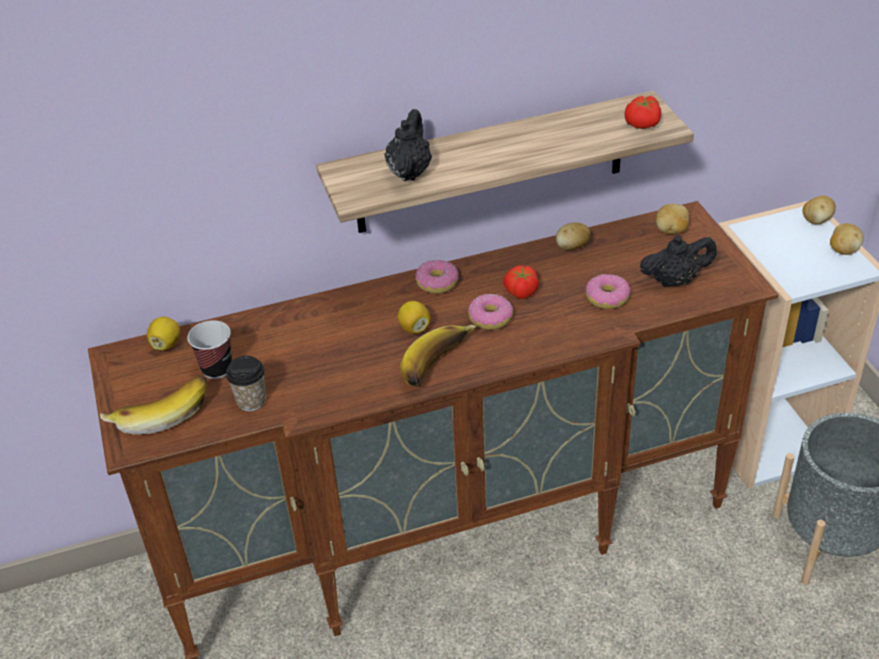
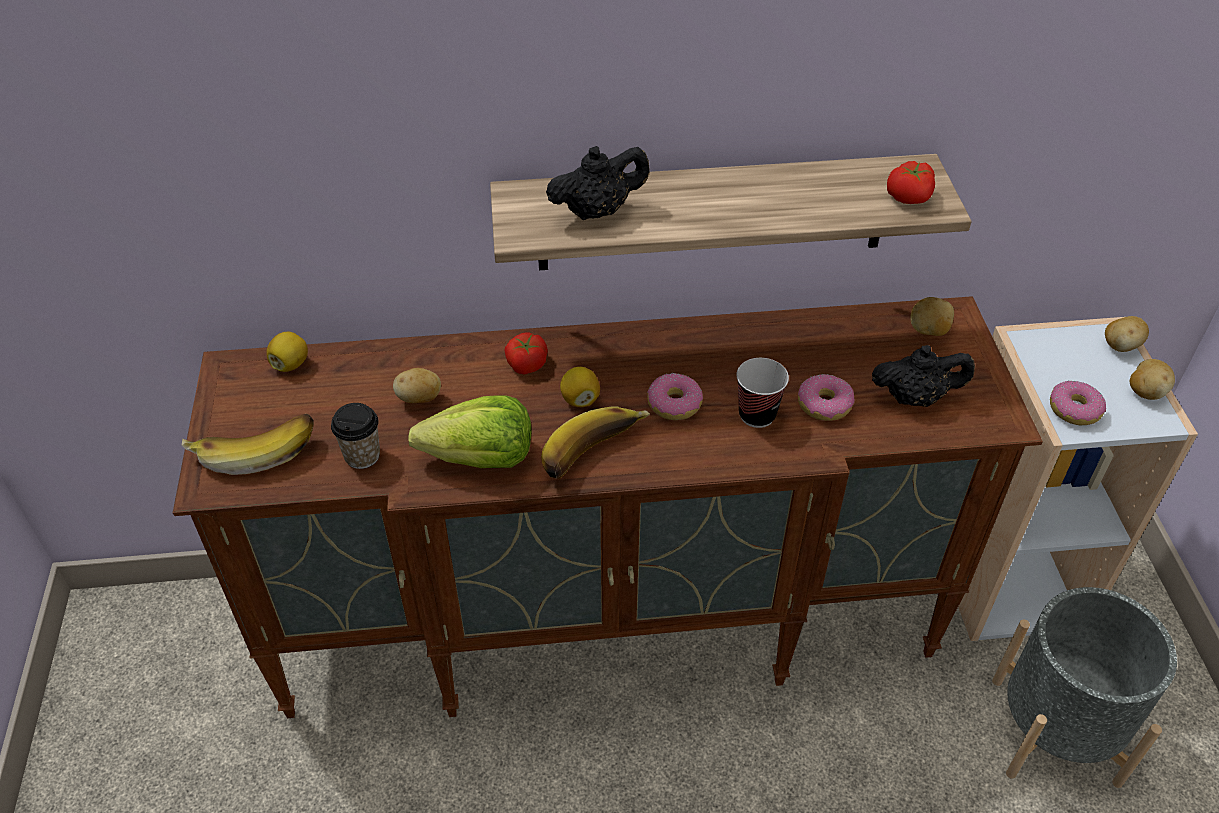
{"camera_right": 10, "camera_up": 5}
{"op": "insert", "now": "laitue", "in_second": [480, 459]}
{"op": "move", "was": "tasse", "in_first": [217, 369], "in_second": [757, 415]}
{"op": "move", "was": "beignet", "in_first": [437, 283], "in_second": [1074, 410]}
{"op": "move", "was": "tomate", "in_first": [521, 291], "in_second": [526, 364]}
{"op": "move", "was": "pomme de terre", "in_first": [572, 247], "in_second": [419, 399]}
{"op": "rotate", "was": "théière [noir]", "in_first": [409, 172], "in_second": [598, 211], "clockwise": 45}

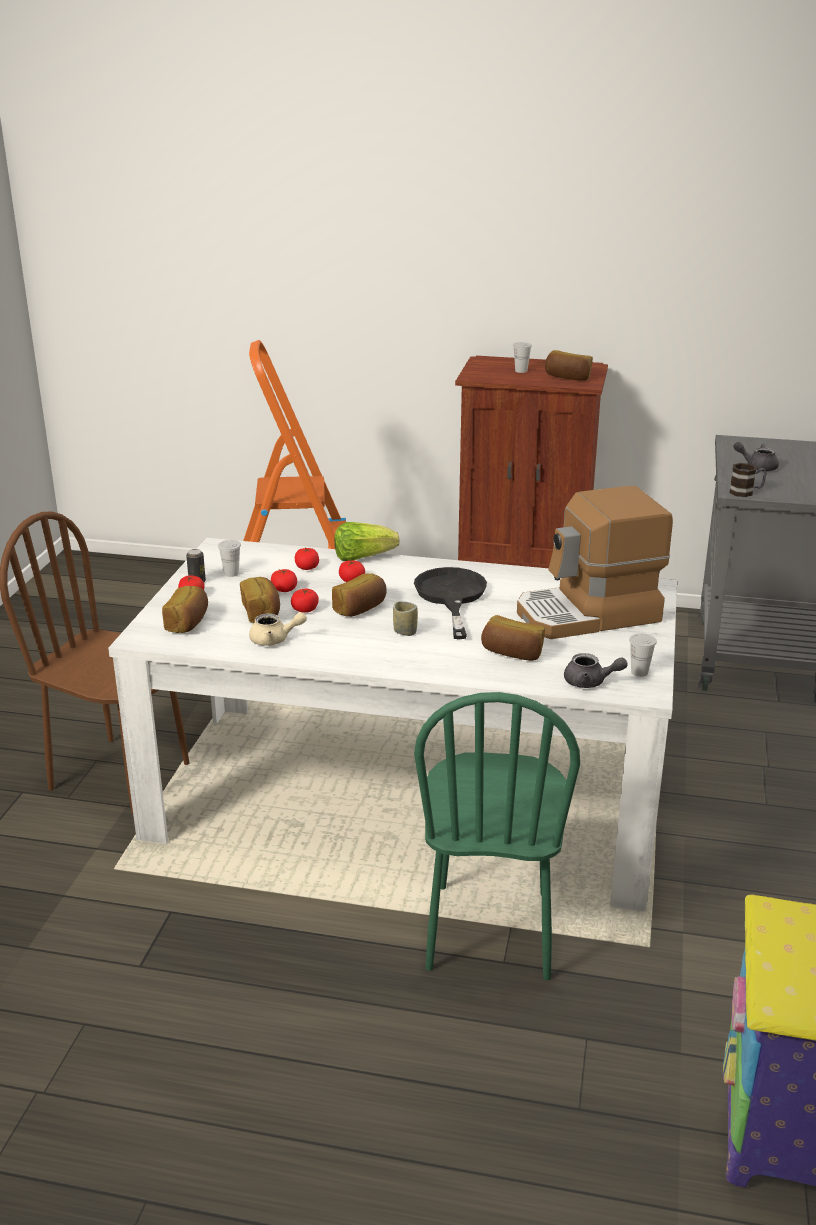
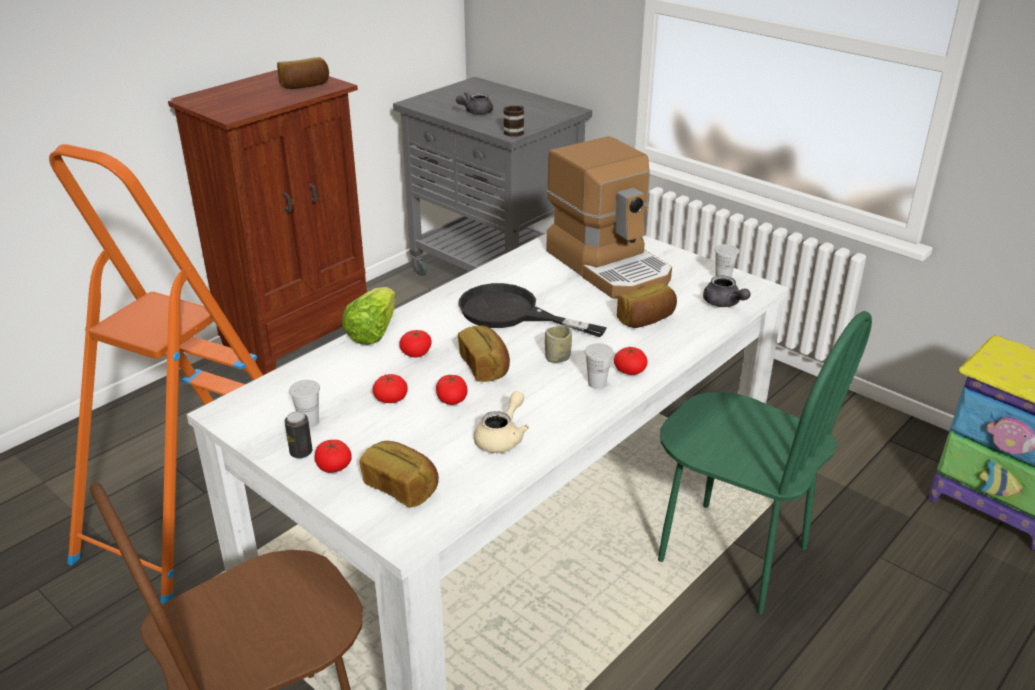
{"camera_right": -60, "camera_up": 5}
{"op": "delete", "was": "pain", "in_first": [261, 613]}
{"op": "move", "was": "tomate", "in_first": [307, 567], "in_second": [630, 370]}
{"op": "move", "was": "tasse [blanc]", "in_first": [521, 371], "in_second": [597, 383]}
{"op": "rotate", "was": "machine à café", "in_first": [589, 615], "in_second": [610, 266], "clockwise": -45}
{"op": "rotate", "was": "théière [gris]", "in_first": [590, 682], "in_second": [723, 304], "clockwise": 105}

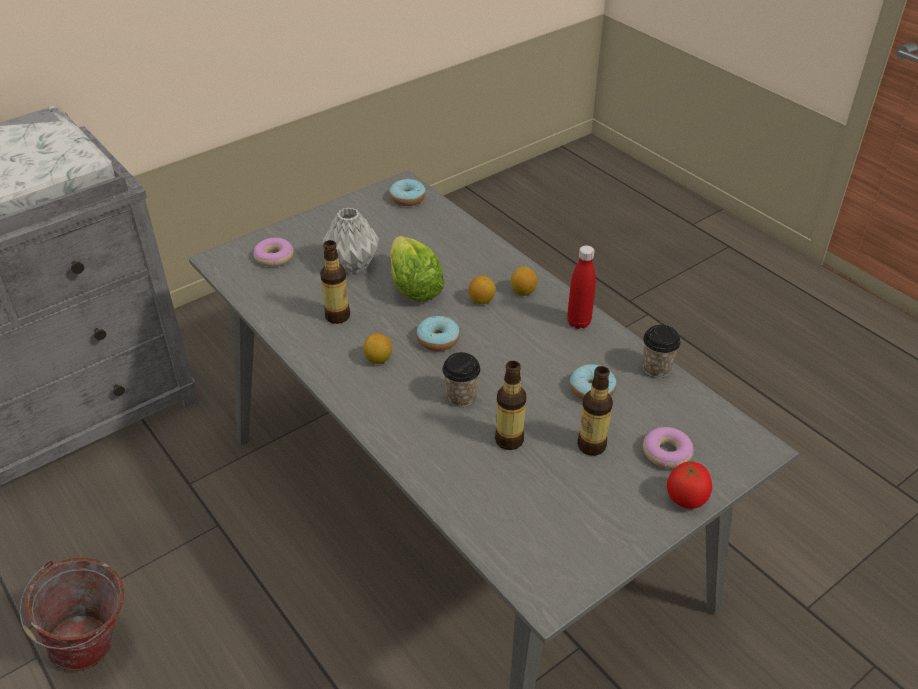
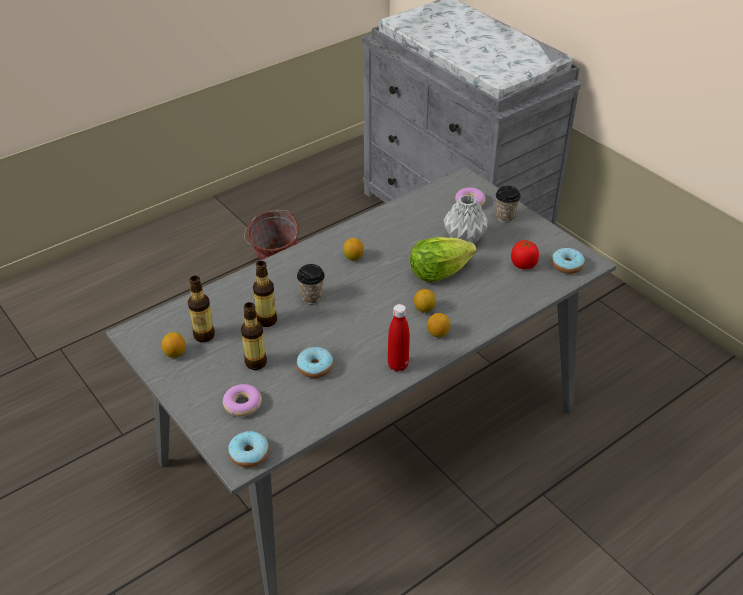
{"camera_right": 90, "camera_up": 0}
{"op": "insert", "now": "citron", "in_second": [175, 353]}
{"op": "move", "was": "bouteille", "in_first": [337, 316], "in_second": [204, 335]}
{"op": "move", "was": "beignet", "in_first": [438, 340], "in_second": [249, 454]}
{"op": "move", "was": "tasse", "in_first": [656, 368], "in_second": [505, 217]}
{"op": "move", "was": "tomate", "in_first": [686, 498], "in_second": [523, 265]}

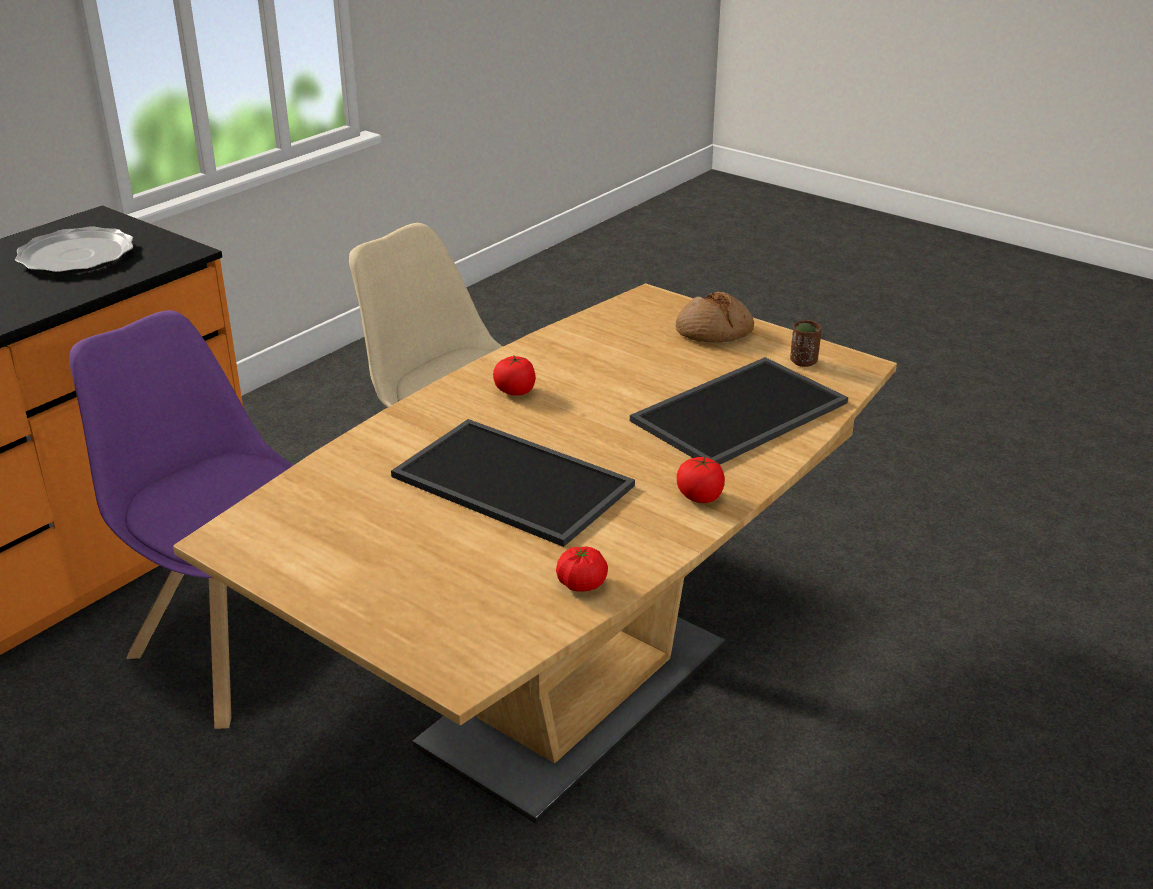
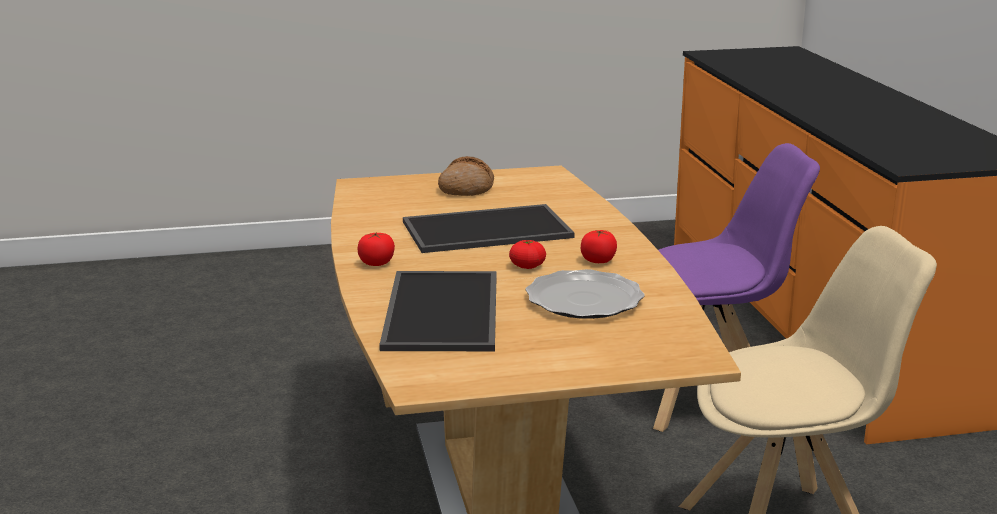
{"camera_right": 130, "camera_up": -10}
{"op": "delete", "was": "tasse [marron]", "in_first": [803, 362]}
{"op": "move", "was": "assiette", "in_first": [76, 256], "in_second": [584, 299]}
{"op": "move", "was": "tomate", "in_first": [581, 584], "in_second": [527, 266]}
{"op": "move", "was": "pain", "in_first": [714, 332], "in_second": [466, 188]}

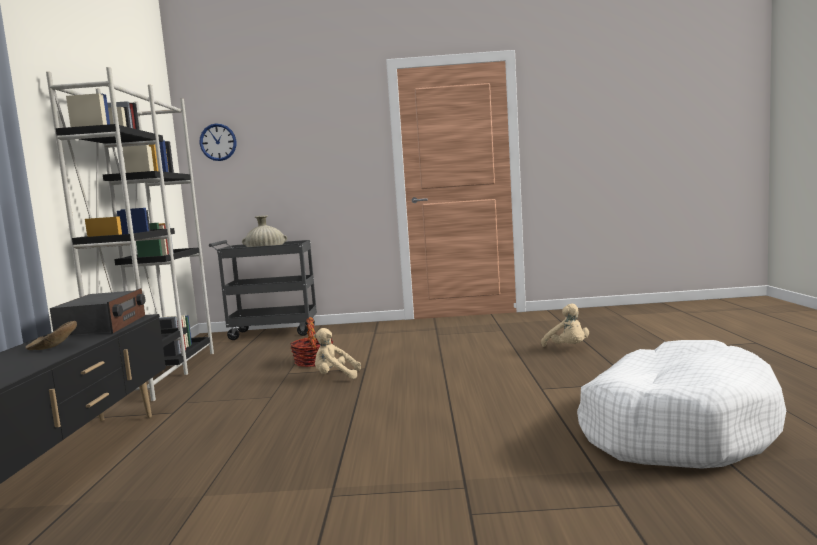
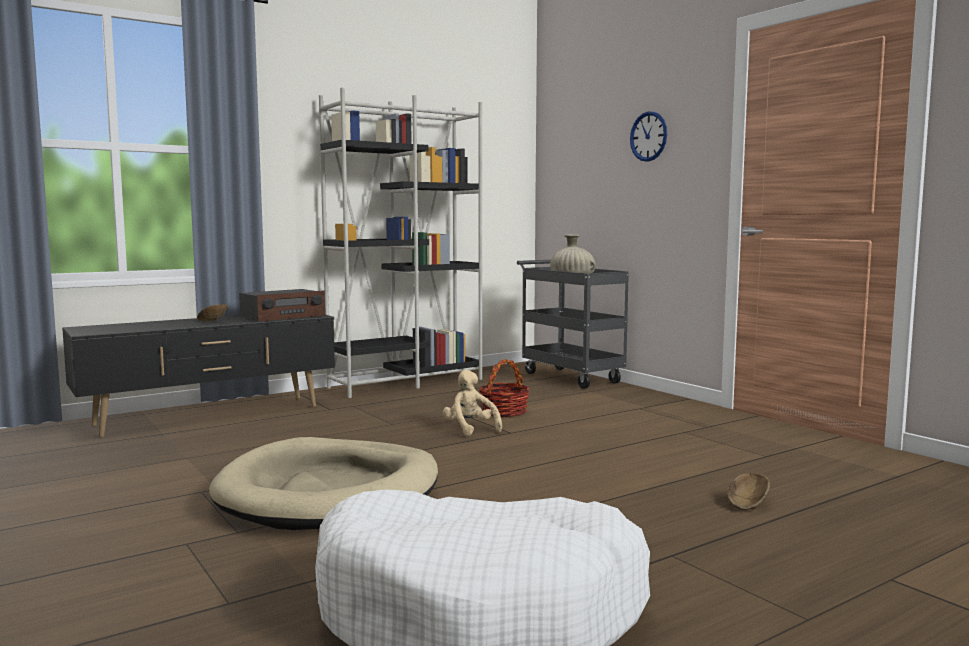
{"camera_right": 55, "camera_up": 0}
{"op": "insert", "now": "panier pour chien [beige]", "in_second": [330, 492]}
{"op": "move", "was": "horloge murale", "in_first": [218, 142], "in_second": [648, 136]}
{"op": "replace", "was": "peluche [beige]", "now": "bol [marron]", "in_first": [568, 348], "in_second": [746, 504]}

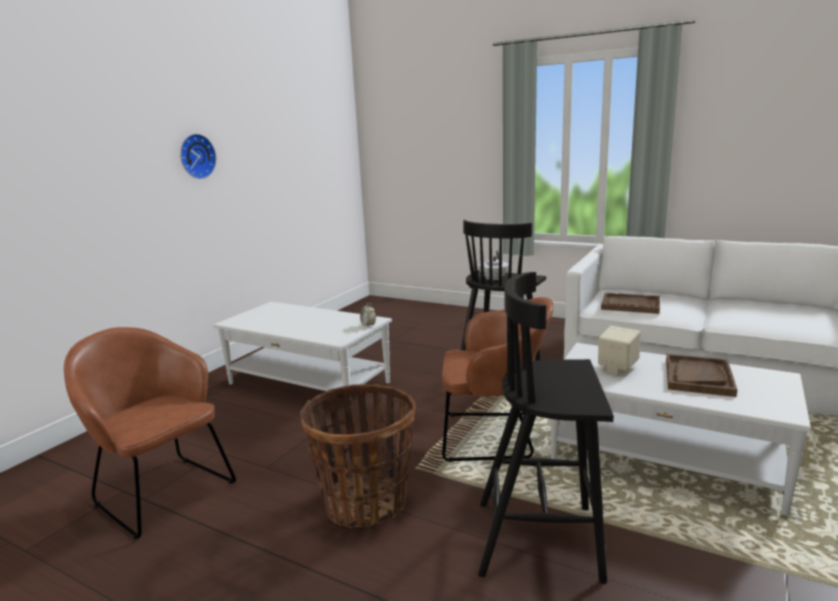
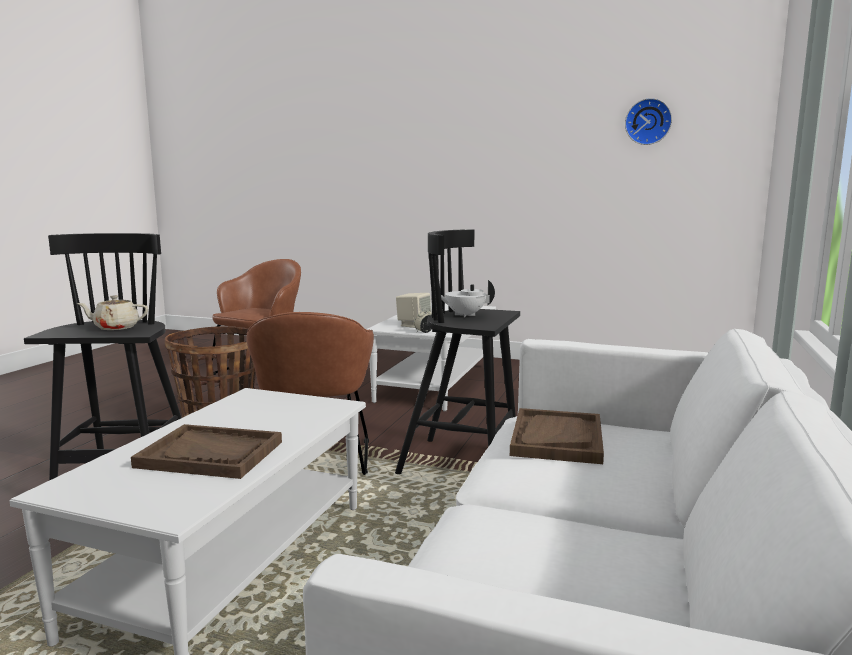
{"camera_right": 80, "camera_up": -5}
{"op": "insert", "now": "théière [beige]", "in_second": [115, 327]}
{"op": "move", "was": "horloge murale", "in_first": [196, 156], "in_second": [648, 122]}
{"op": "move", "was": "enceinte [beige]", "in_first": [617, 369], "in_second": [413, 325]}

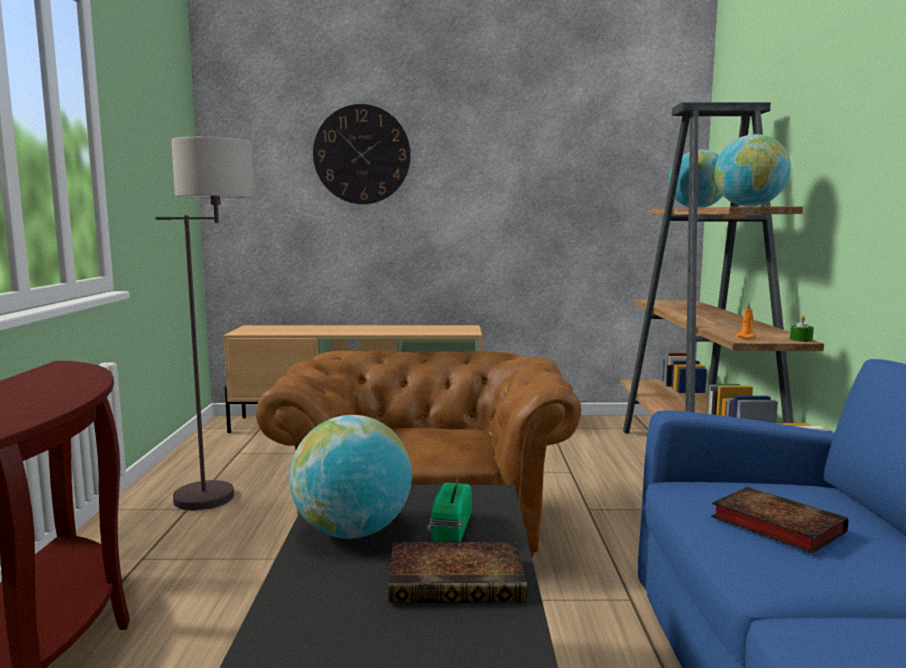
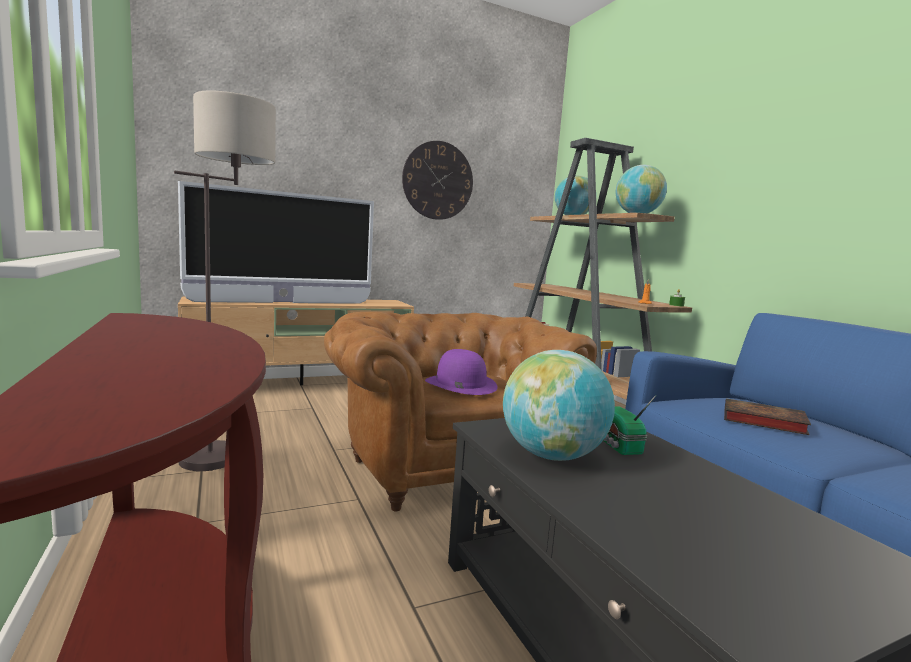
{"camera_right": -25, "camera_up": 0}
{"op": "delete", "was": "livre", "in_first": [459, 580]}
{"op": "insert", "now": "téléviseur", "in_second": [282, 302]}
{"op": "insert", "now": "chapeau [violet]", "in_second": [460, 384]}
{"op": "move", "was": "horloge murale", "in_first": [362, 154], "in_second": [438, 180]}

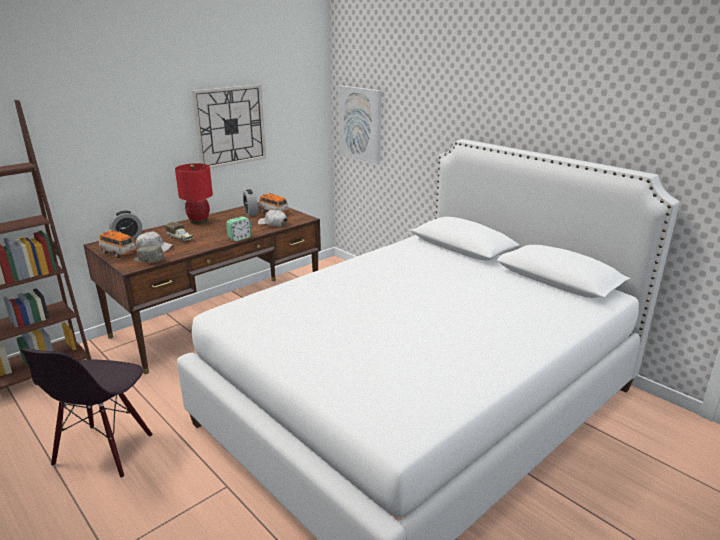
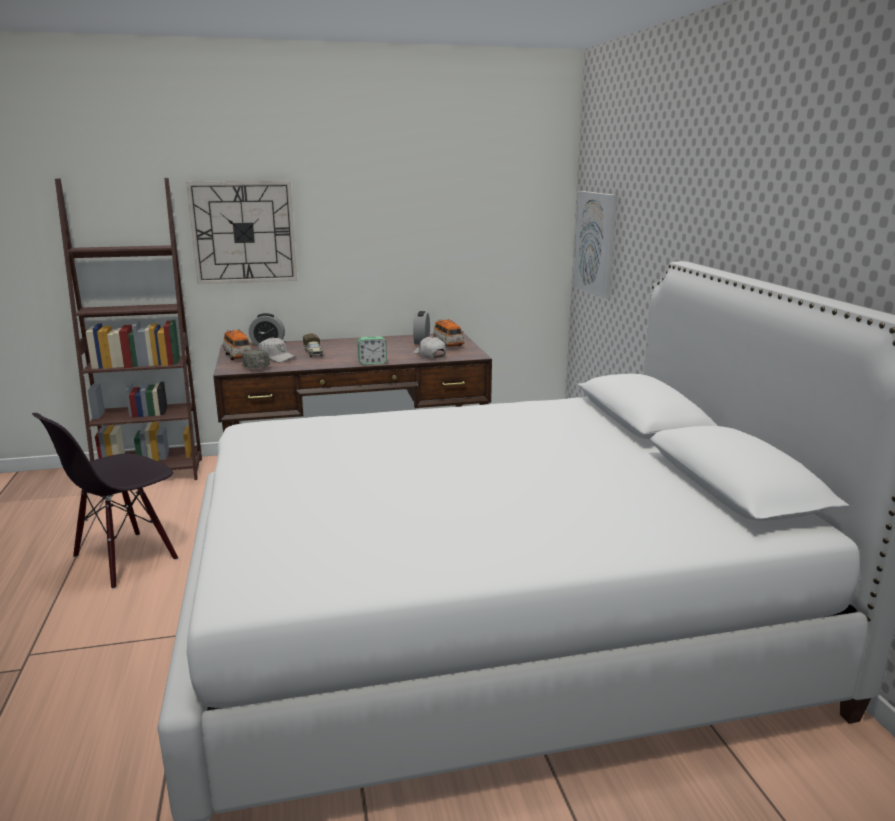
{"camera_right": 30, "camera_up": -5}
{"op": "delete", "was": "lampe de table [rouge]", "in_first": [199, 221]}
{"op": "move", "was": "horloge murale", "in_first": [230, 126], "in_second": [243, 232]}

